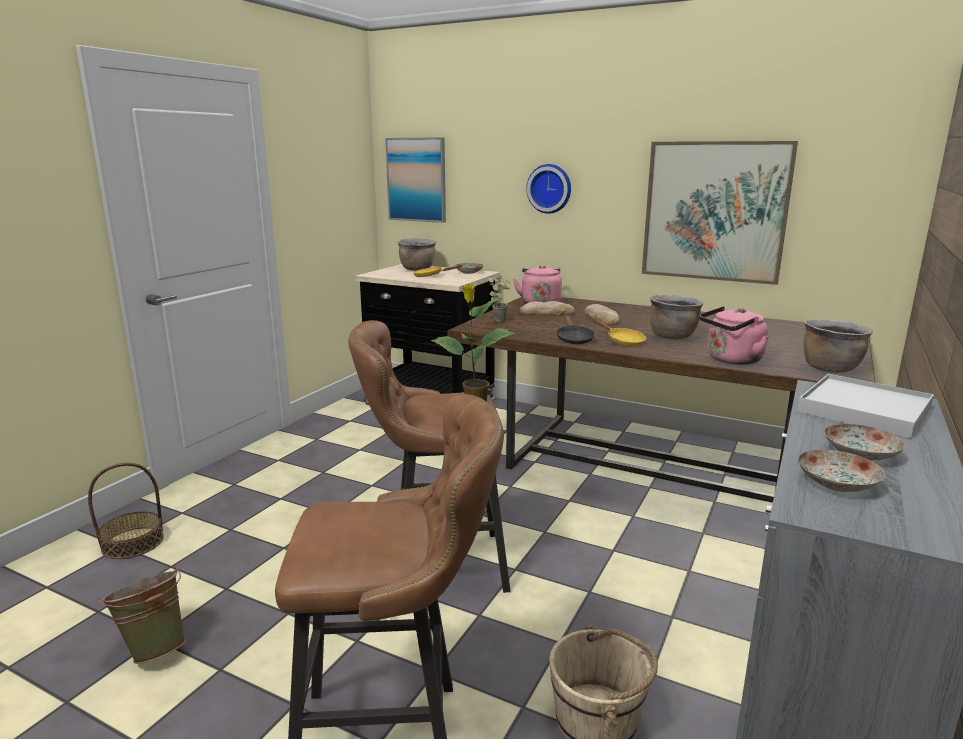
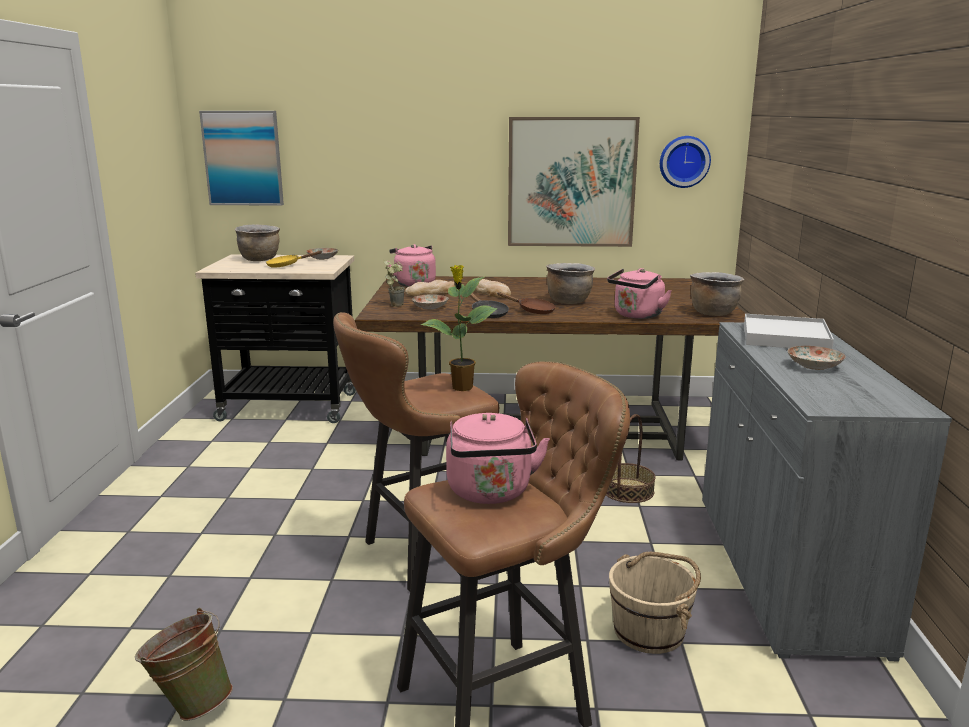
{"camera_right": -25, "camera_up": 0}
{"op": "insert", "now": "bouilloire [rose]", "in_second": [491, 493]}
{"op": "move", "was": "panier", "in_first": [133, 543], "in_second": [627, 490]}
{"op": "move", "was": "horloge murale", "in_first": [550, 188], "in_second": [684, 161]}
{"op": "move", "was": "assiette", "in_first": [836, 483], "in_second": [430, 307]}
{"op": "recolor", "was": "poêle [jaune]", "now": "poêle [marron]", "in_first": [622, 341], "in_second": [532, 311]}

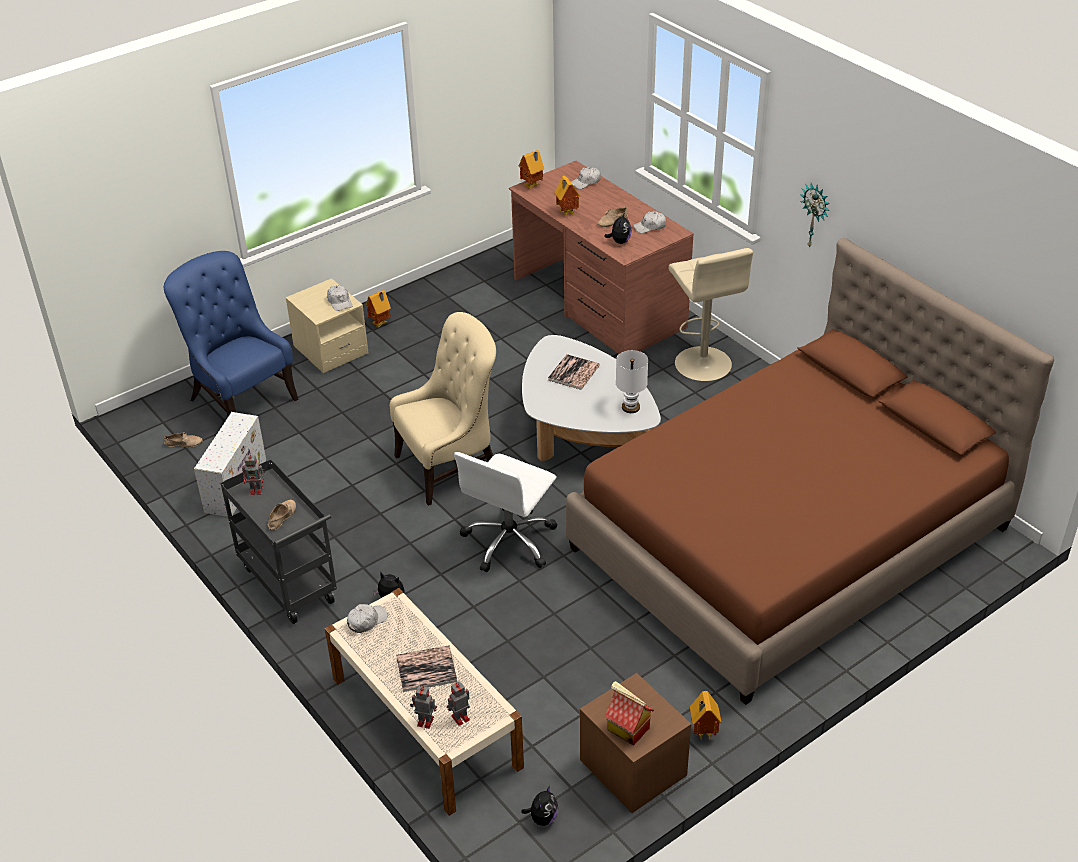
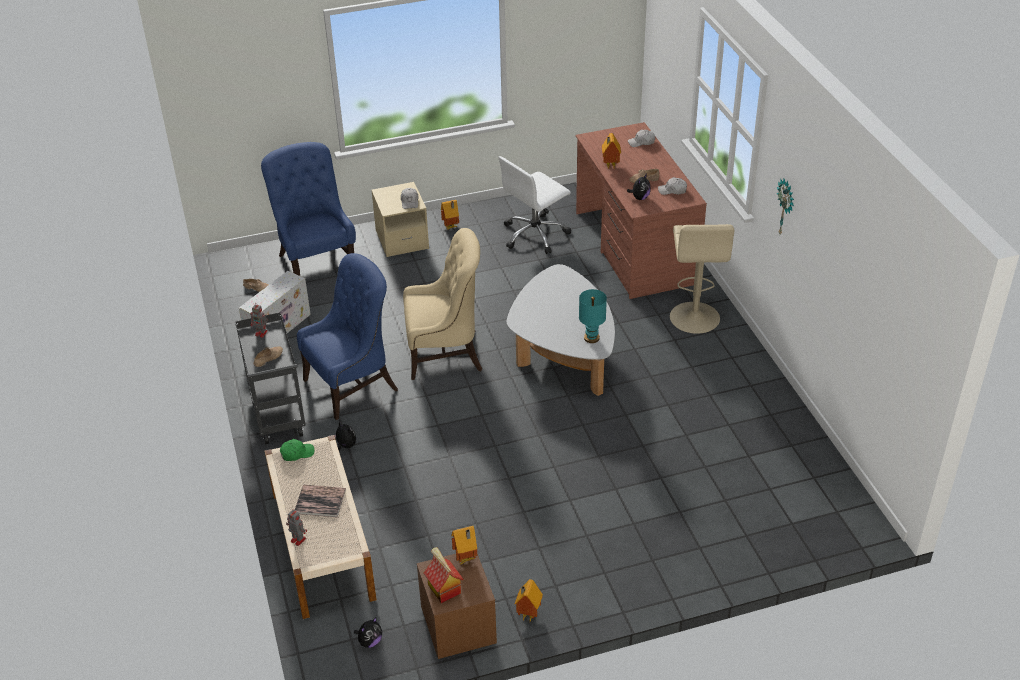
{"camera_right": 20, "camera_up": 0}
{"op": "delete", "was": "robot jouet", "in_first": [459, 718]}
{"op": "delete", "was": "livre", "in_first": [573, 373]}
{"op": "delete", "was": "lit [marron]", "in_first": [790, 538]}
{"op": "insert", "now": "chaise [bleu]", "in_second": [352, 385]}
{"op": "move", "was": "chaise de bureau [blanc]", "in_first": [509, 541], "in_second": [534, 235]}
{"op": "move", "was": "maison miniature", "in_first": [532, 186], "in_second": [466, 559]}
{"op": "recolor", "was": "casquette [blanc]", "now": "casquette [vert]", "in_first": [367, 621], "in_second": [297, 453]}
{"op": "recolor", "was": "lampe de table [blanc]", "now": "lampe de table [turquoise]", "in_first": [631, 407], "in_second": [592, 338]}

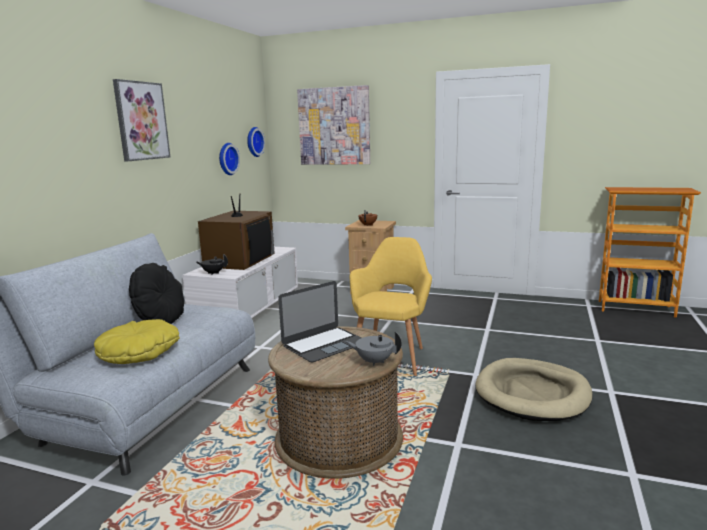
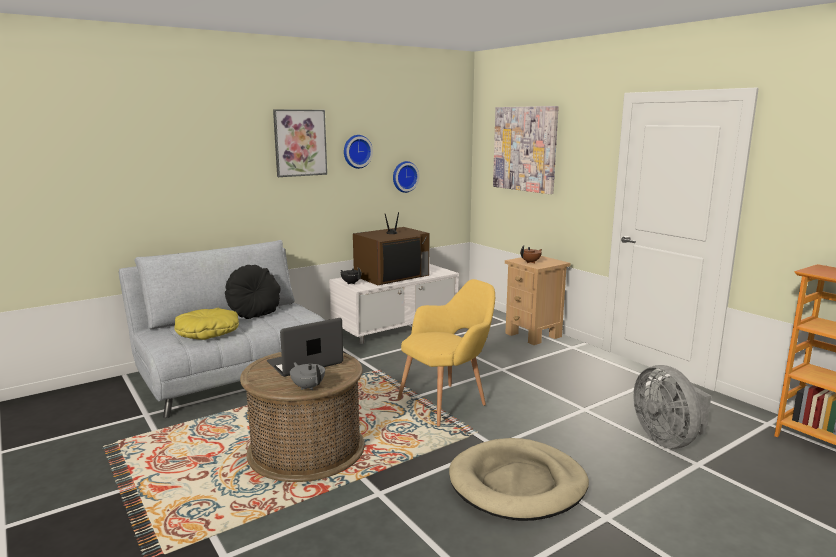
{"camera_right": 35, "camera_up": 0}
{"op": "insert", "now": "ventilateur [gris]", "in_second": [667, 439]}
{"op": "move", "was": "horloge murale", "in_first": [253, 142], "in_second": [356, 151]}
{"op": "rotate", "was": "ordinateur portable", "in_first": [325, 344], "in_second": [305, 363], "clockwise": 150}

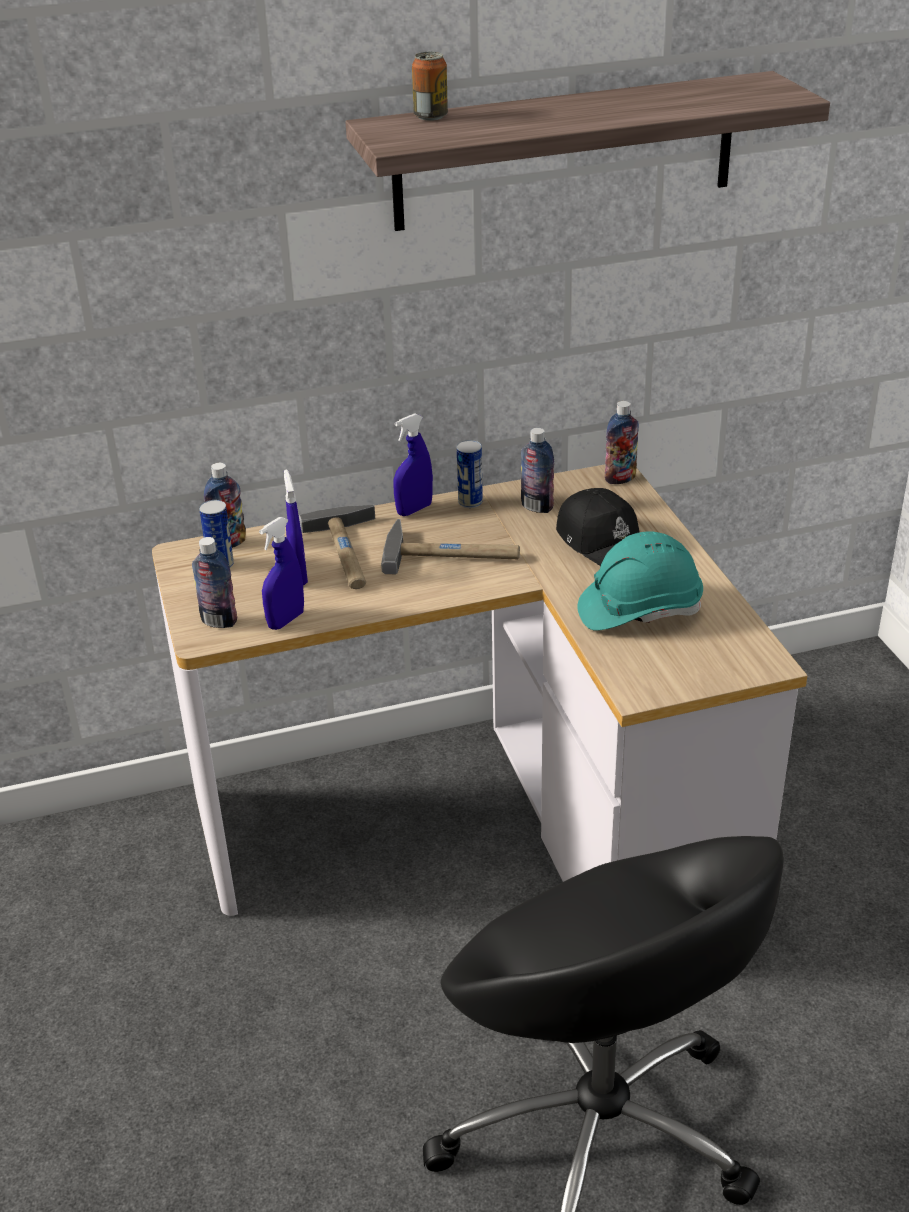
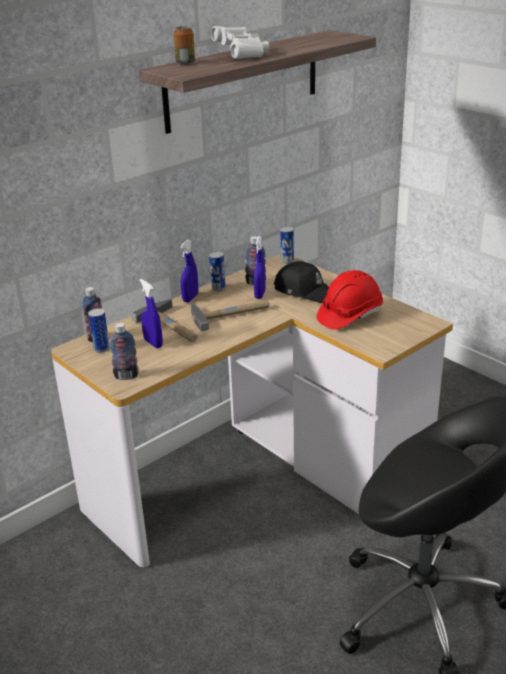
{"camera_right": -25, "camera_up": -5}
{"op": "insert", "now": "jumelles [blanc]", "in_second": [242, 55]}
{"op": "move", "was": "vaporisateur [bleu]", "in_first": [286, 620], "in_second": [260, 294]}
{"op": "replace", "was": "bouteille", "now": "boîte métallique", "in_first": [620, 478], "in_second": [287, 261]}
{"op": "recolor", "was": "casque de chantier [turquoise]", "now": "casque de chantier [rouge]", "in_first": [639, 609], "in_second": [349, 315]}

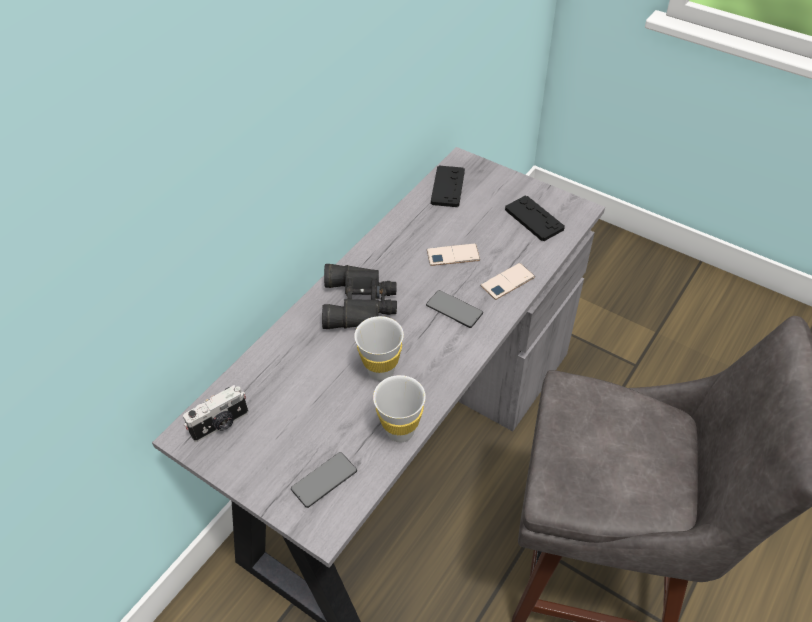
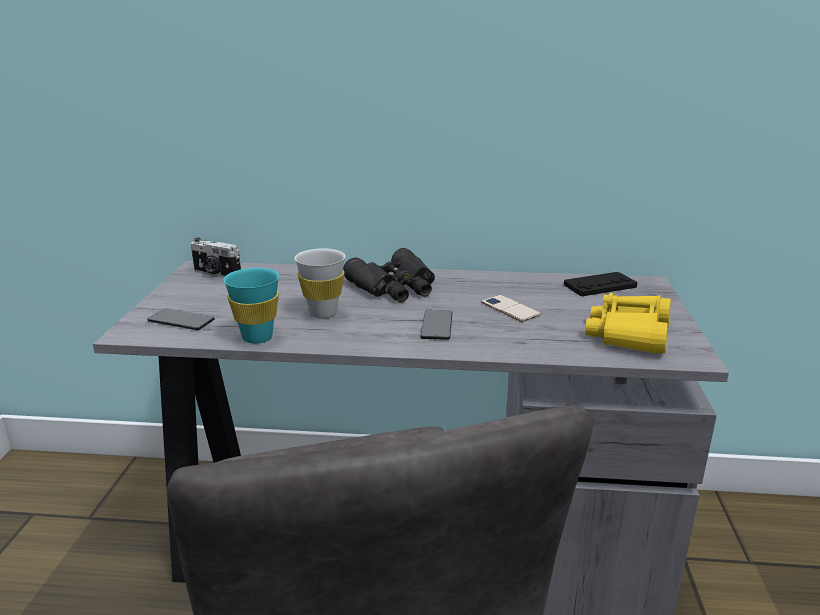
{"camera_right": 60, "camera_up": -25}
{"op": "delete", "was": "téléphone", "in_first": [507, 281]}
{"op": "replace", "was": "manette [noir]", "now": "jumelles [jaune]", "in_first": [534, 219], "in_second": [629, 335]}
{"op": "recolor", "was": "tasse [blanc]", "now": "tasse [turquoise]", "in_first": [400, 431], "in_second": [257, 337]}

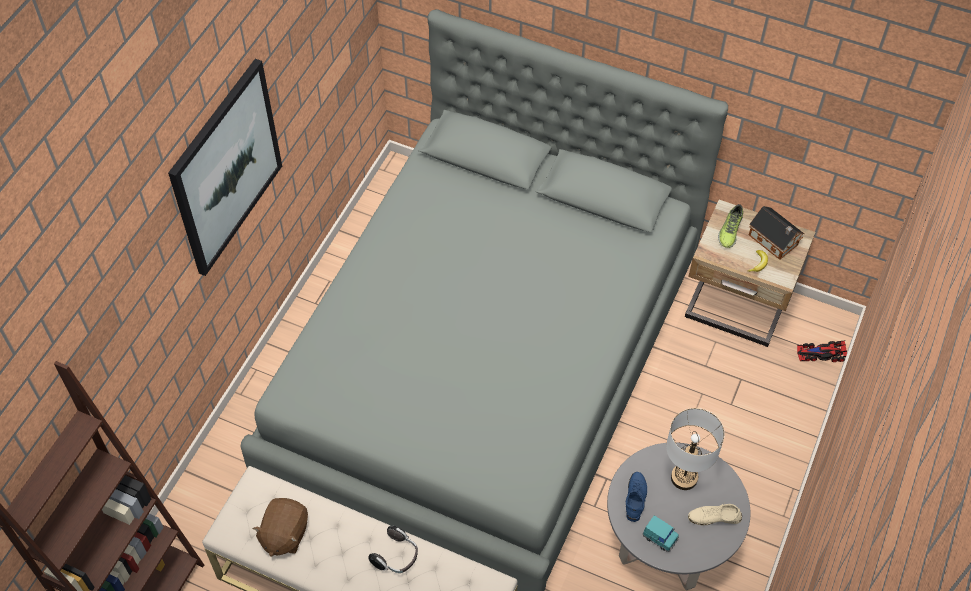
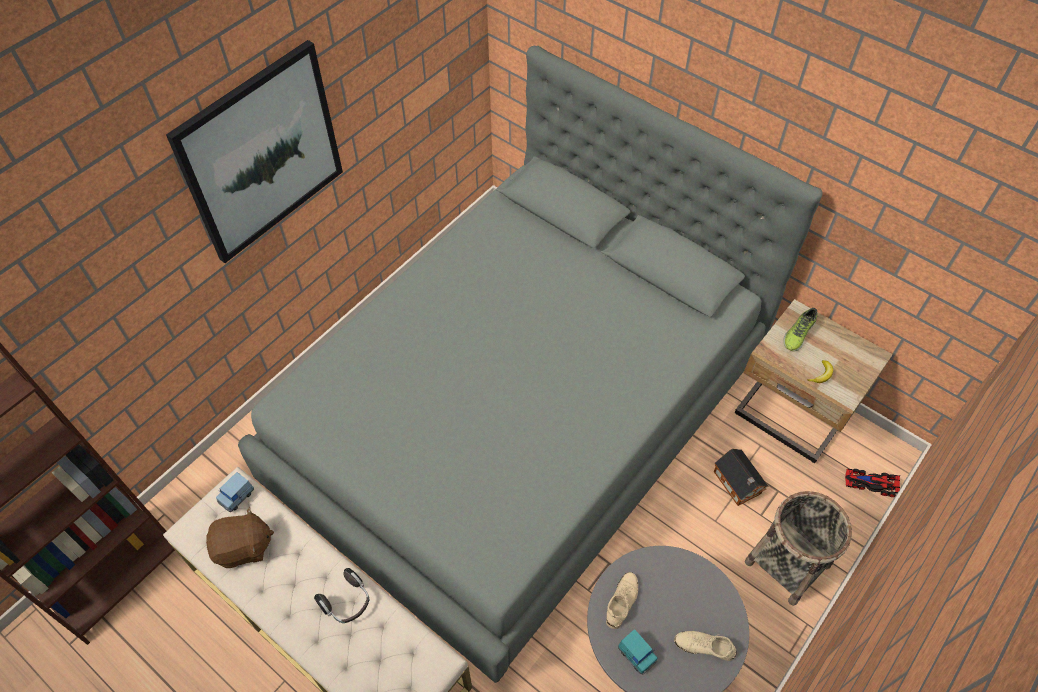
{"camera_right": 15, "camera_up": 0}
{"op": "delete", "was": "lampe de table", "in_first": [684, 478]}
{"op": "insert", "now": "petite voiture [bleu]", "in_second": [236, 496]}
{"op": "insert", "now": "panier", "in_second": [787, 564]}
{"op": "move", "was": "maison miniature", "in_first": [774, 241], "in_second": [737, 484]}
{"op": "recolor", "was": "chaussure [bleu]", "now": "chaussure [beige]", "in_first": [635, 498], "in_second": [622, 601]}
{"op": "rotate", "was": "peluche [marron]", "in_first": [284, 534], "in_second": [243, 548], "clockwise": -135}

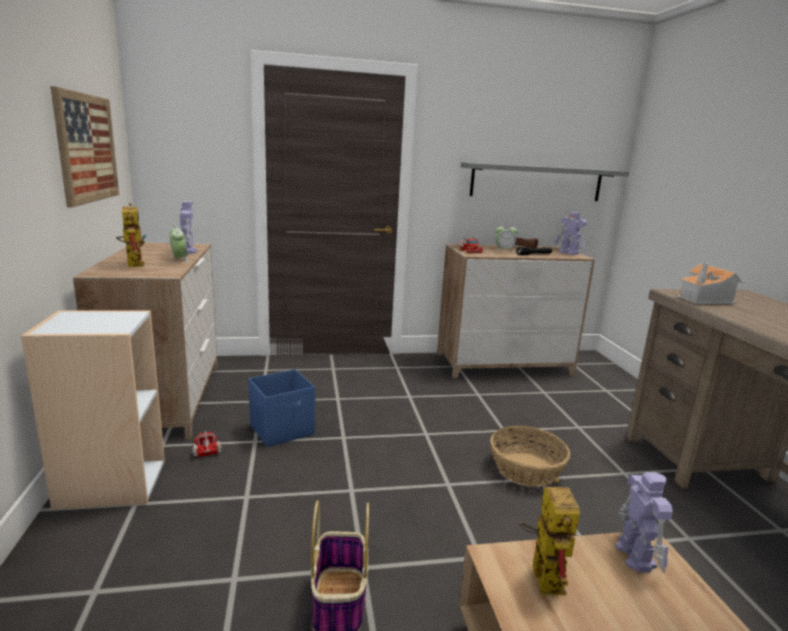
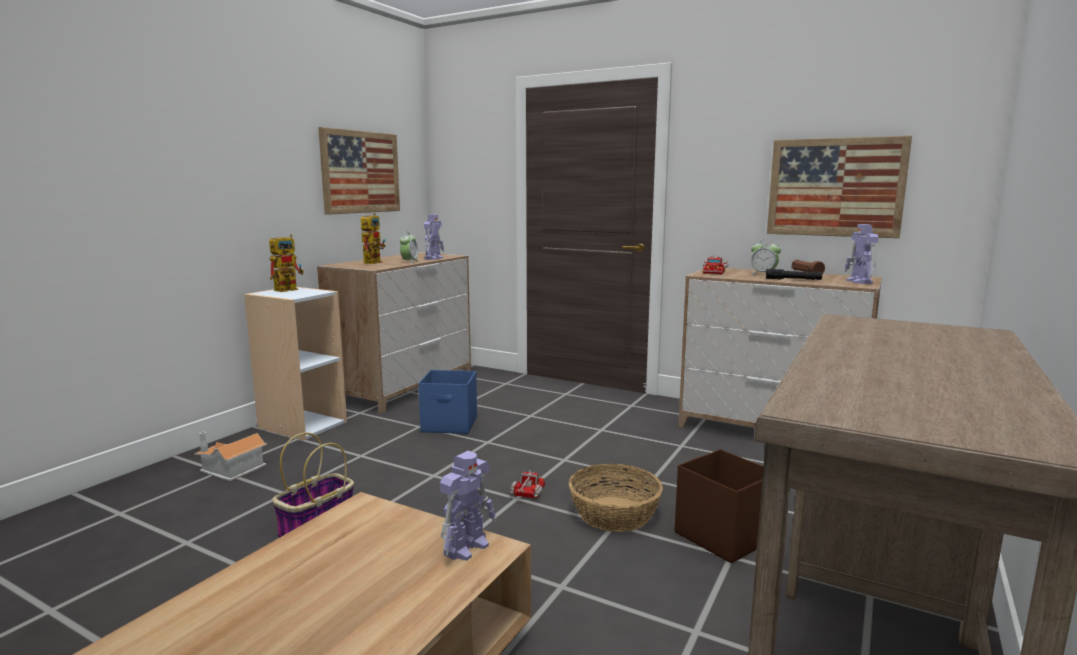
{"camera_right": 40, "camera_up": -5}
{"op": "insert", "now": "boîte de rangement [marron]", "in_second": [722, 536]}
{"op": "move", "was": "camion jouet", "in_first": [207, 452], "in_second": [527, 494]}
{"op": "move", "was": "robot jouet", "in_first": [541, 573], "in_second": [289, 289]}
{"op": "move", "was": "maison miniature", "in_first": [705, 299], "in_second": [230, 469]}
{"op": "replace", "was": "étagère [gris]", "now": "tableau", "in_first": [536, 182], "in_second": [835, 187]}

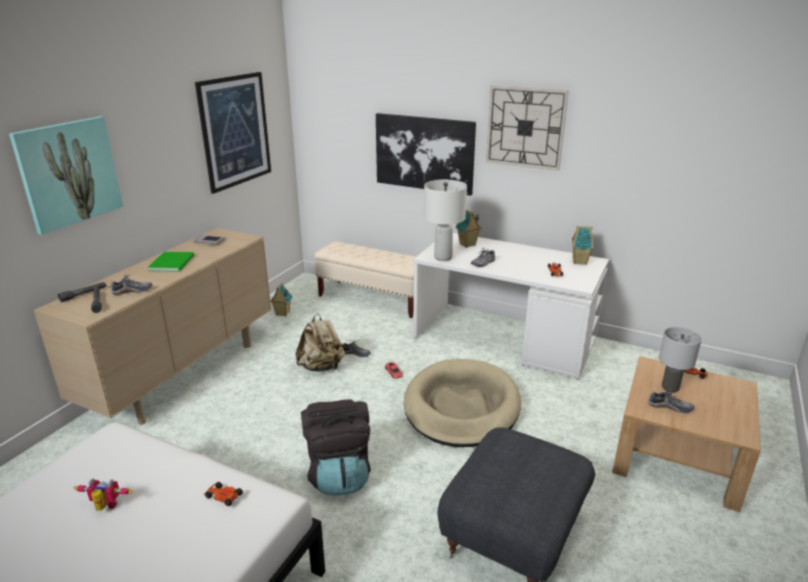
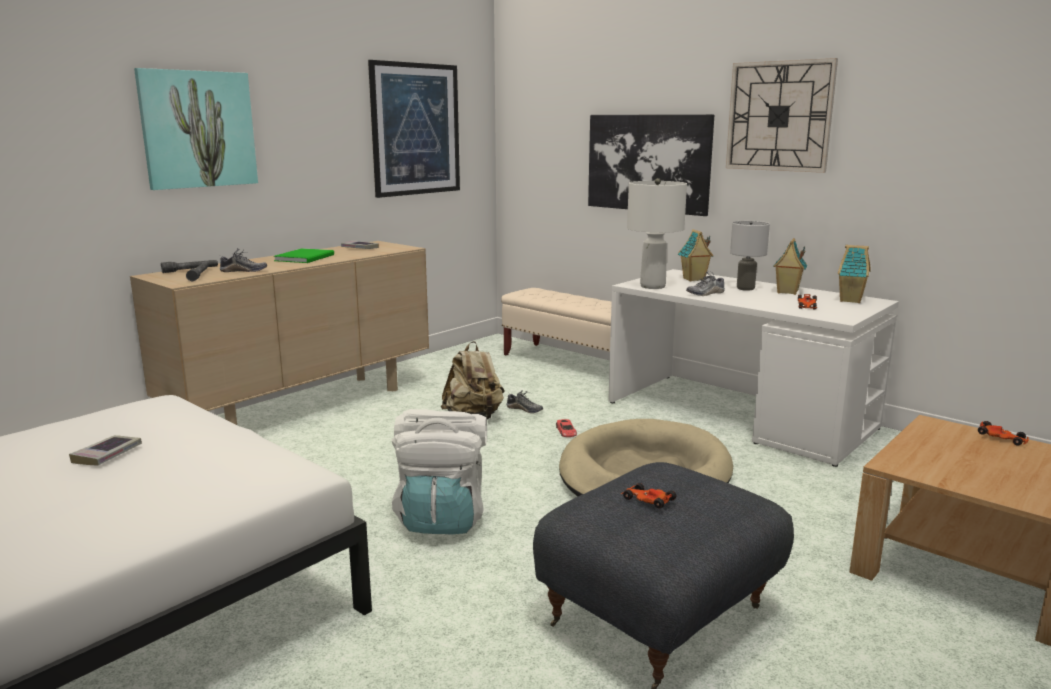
{"camera_right": 15, "camera_up": -10}
{"op": "delete", "was": "chaussure", "in_first": [669, 407]}
{"op": "move", "was": "petite voiture", "in_first": [223, 496], "in_second": [647, 501]}
{"op": "move", "was": "maison miniature", "in_first": [282, 314], "in_second": [787, 292]}
{"op": "move", "was": "lampe de table [blanc]", "in_first": [669, 389], "in_second": [744, 289]}
{"op": "replace", "was": "robot jouet", "now": "livre", "in_first": [105, 508], "in_second": [107, 455]}
{"op": "recolor", "was": "sac à dos [noir]", "now": "sac à dos [blanc]", "in_first": [339, 473], "in_second": [442, 518]}

